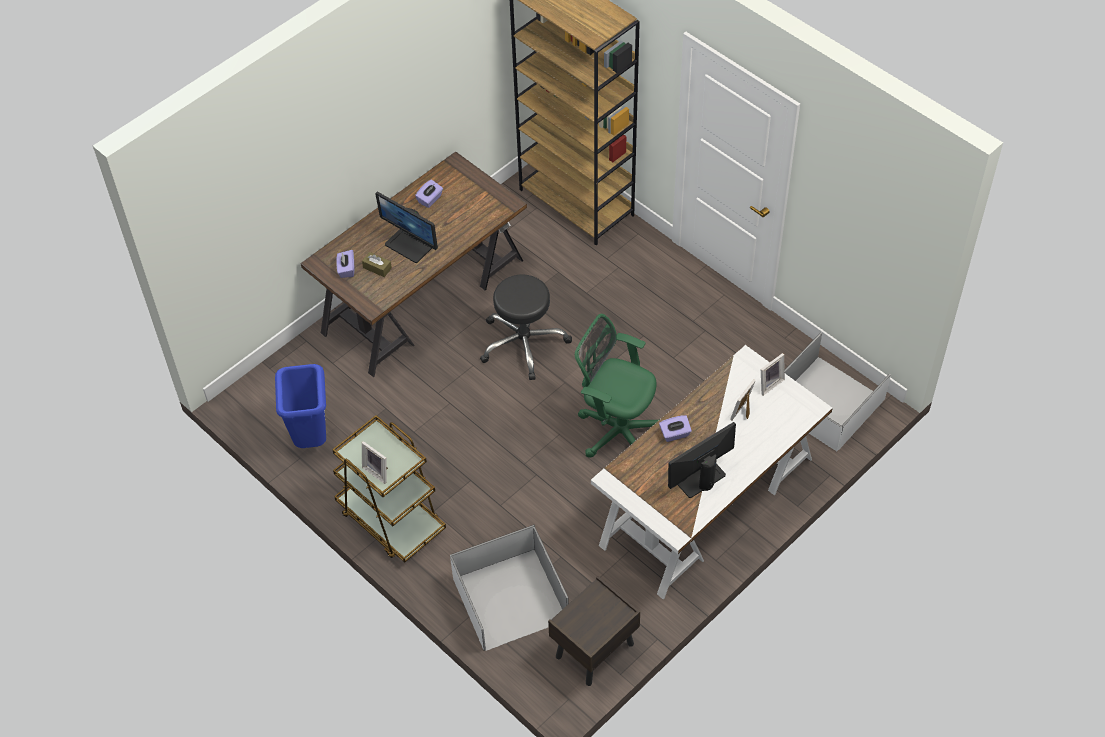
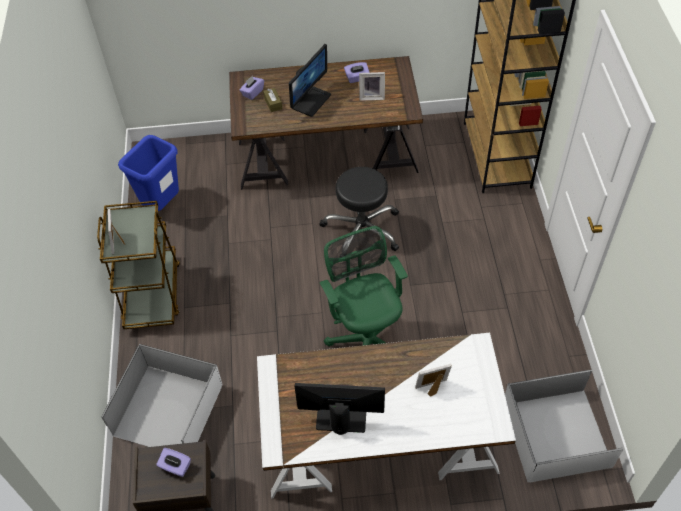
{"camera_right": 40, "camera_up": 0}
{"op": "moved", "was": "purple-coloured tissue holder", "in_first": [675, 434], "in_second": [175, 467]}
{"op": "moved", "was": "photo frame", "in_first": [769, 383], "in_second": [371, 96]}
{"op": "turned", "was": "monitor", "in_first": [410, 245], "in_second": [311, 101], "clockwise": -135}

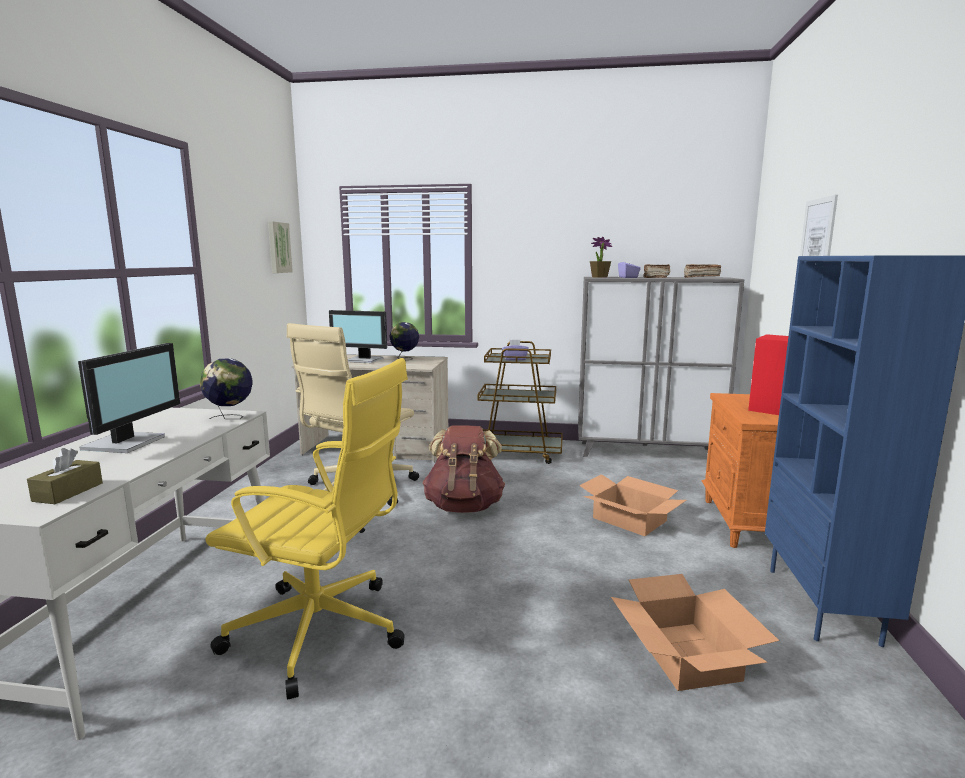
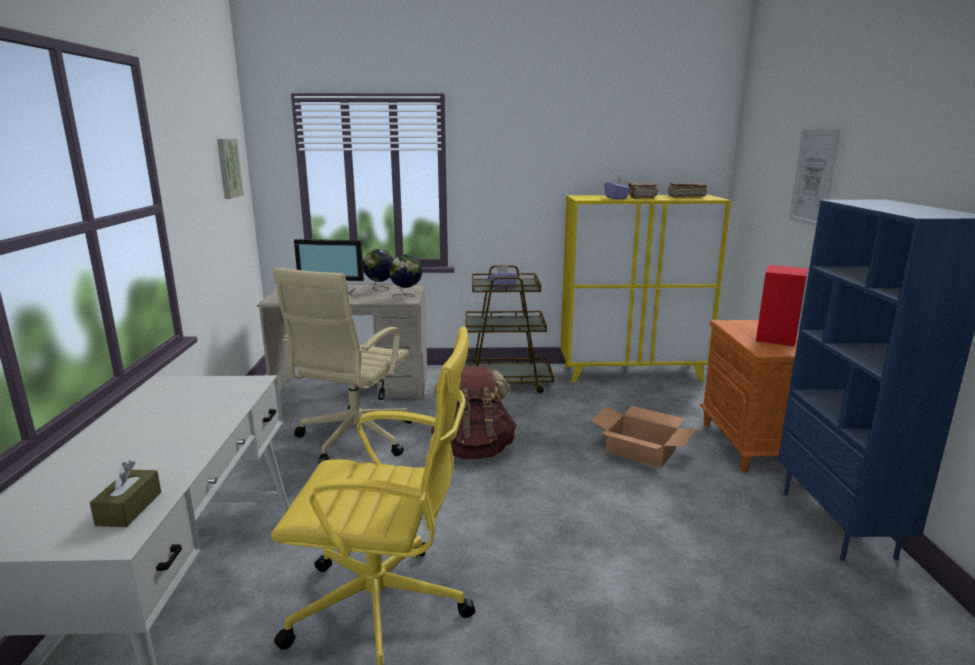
{"camera_right": -10, "camera_up": 5}
{"op": "removed", "was": "monitor", "in_first": [127, 443]}
{"op": "removed", "was": "plant in a pot", "in_first": [599, 277]}
{"op": "removed", "was": "carton", "in_first": [686, 655]}
{"op": "moved", "was": "globe", "in_first": [230, 418], "in_second": [406, 296]}
{"op": "recoloured", "was": "gray cabinet", "now": "yellow cabinet", "in_first": [647, 452], "in_second": [632, 373]}

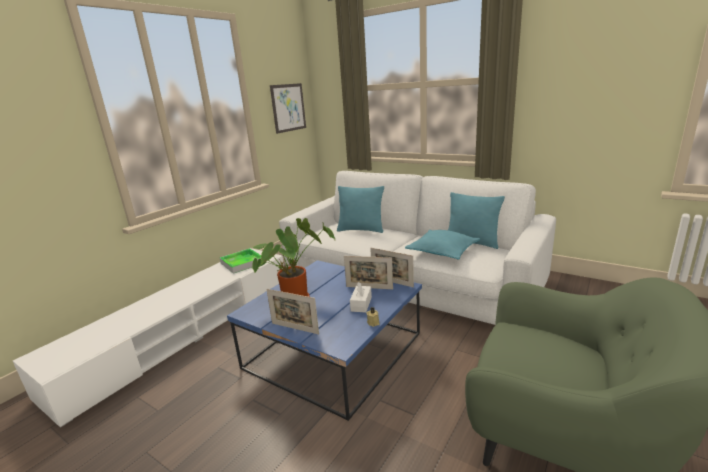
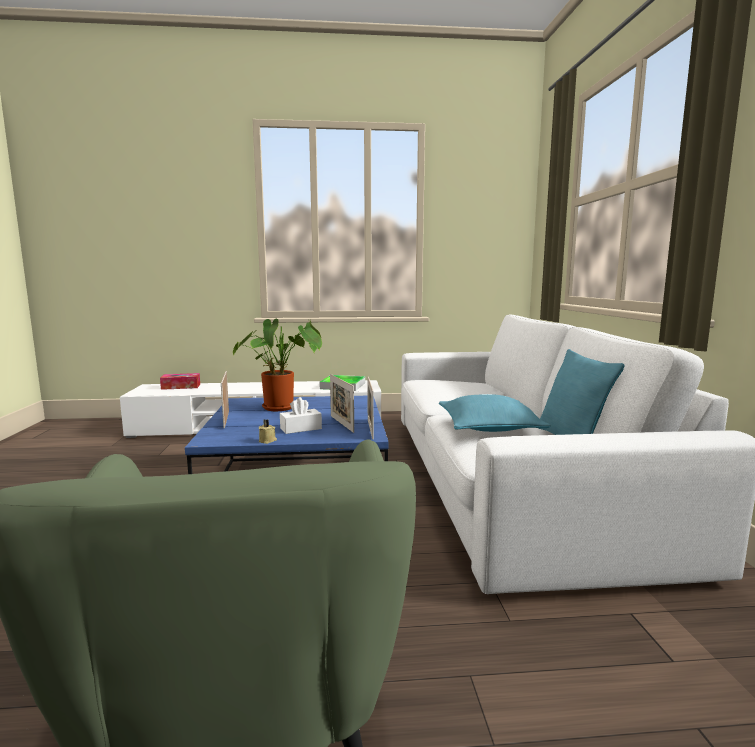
{"camera_right": 50, "camera_up": -10}
{"op": "removed", "was": "wall art", "in_first": [288, 107]}
{"op": "removed", "was": "blue-green cushion", "in_first": [361, 230]}
{"op": "added", "now": "tissue holder", "in_second": [181, 386]}

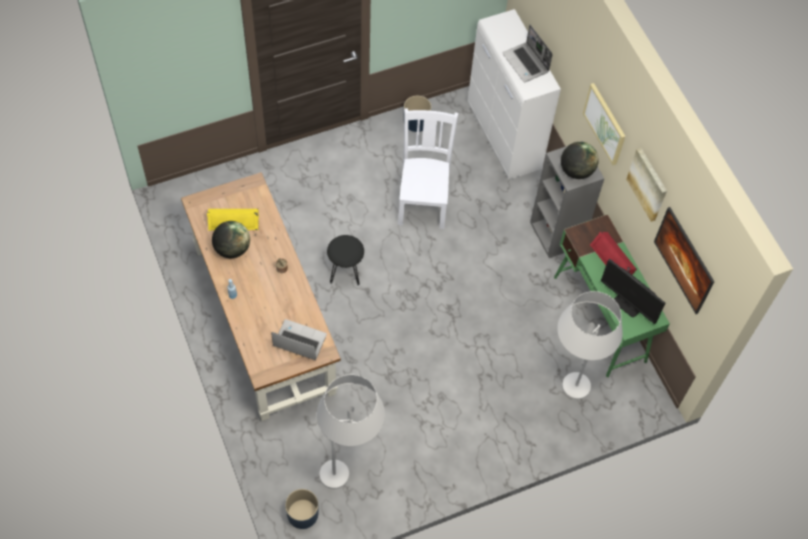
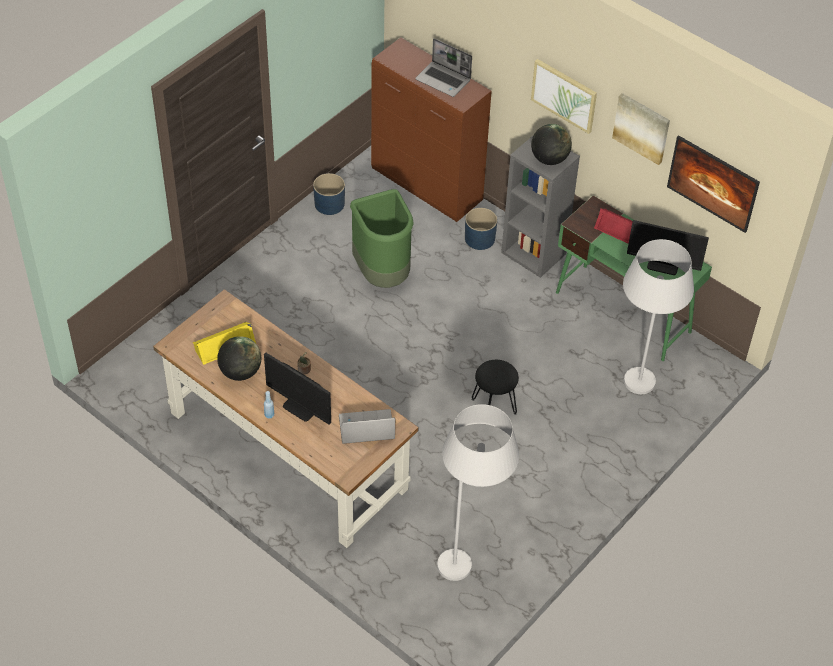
{"camera_right": -25, "camera_up": -10}
{"op": "added", "now": "monitor", "in_second": [300, 407]}
{"op": "moved", "was": "blue-coloured flower pot", "in_first": [302, 514], "in_second": [479, 239]}
{"op": "moved", "was": "black stool seat", "in_first": [346, 271], "in_second": [494, 406]}
{"op": "replaced", "was": "whitish chair", "now": "green-coloured waste bin", "in_first": [423, 201], "in_second": [383, 274]}
{"op": "recoloured", "was": "whitish cabinet", "now": "brown-coloured cabinet", "in_first": [504, 137], "in_second": [427, 186]}

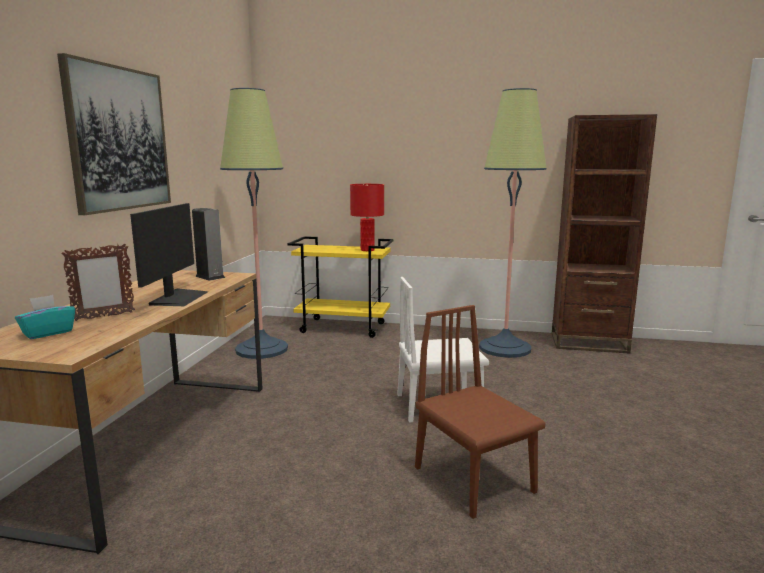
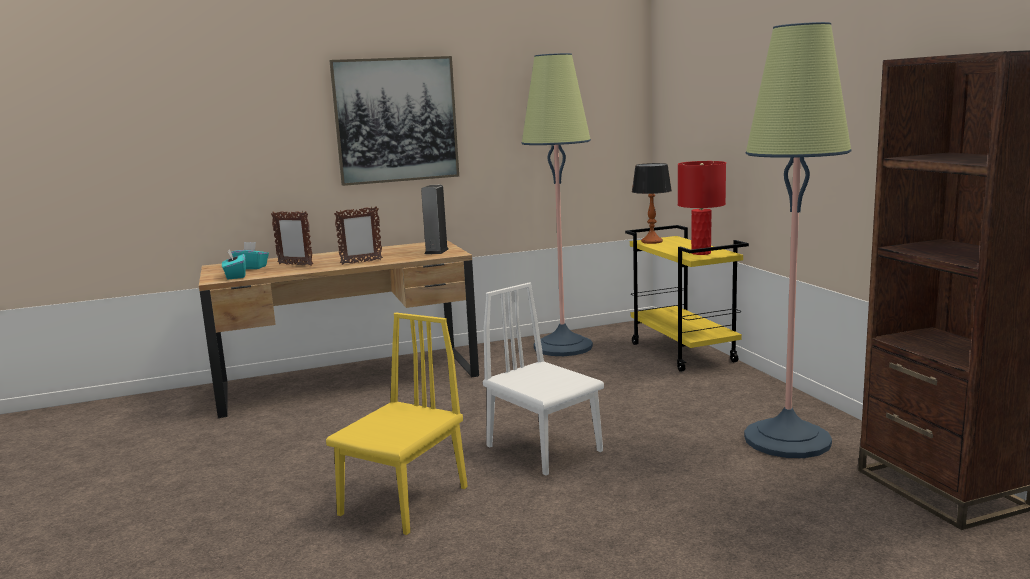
{"camera_right": 60, "camera_up": 0}
{"op": "added", "now": "blue-green tissue holder", "in_second": [235, 276]}
{"op": "added", "now": "table lamp", "in_second": [652, 241]}
{"op": "replaced", "was": "monitor", "now": "photo frame", "in_first": [178, 298], "in_second": [361, 262]}
{"op": "recoloured", "was": "brown-coloured chair", "now": "yellow chair", "in_first": [473, 479], "in_second": [404, 501]}

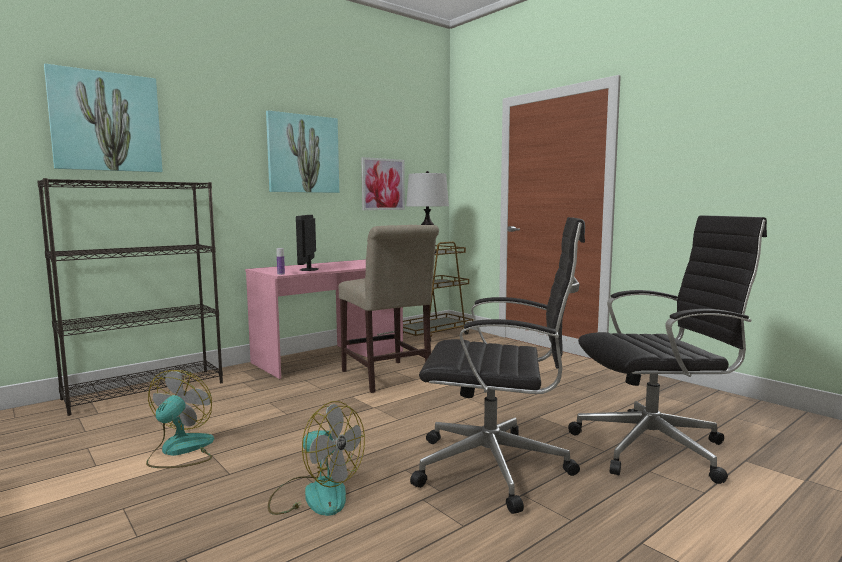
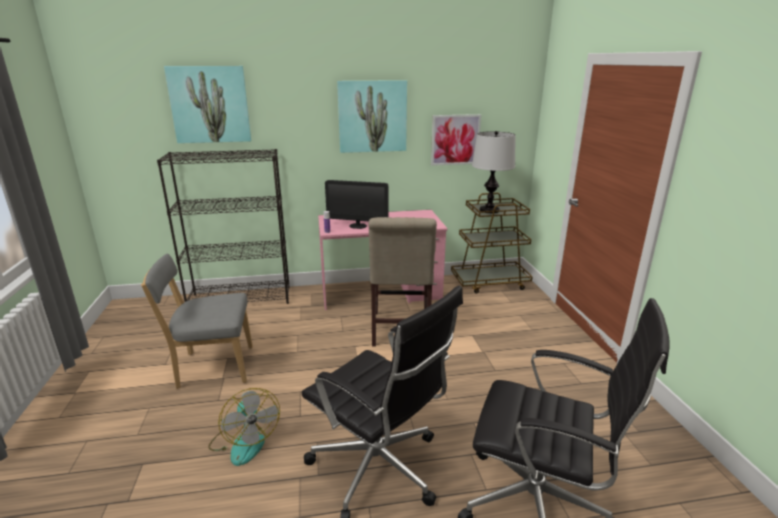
{"camera_right": 30, "camera_up": 15}
{"op": "replaced", "was": "cooling fan", "now": "gray chair", "in_first": [180, 451], "in_second": [212, 367]}
{"op": "turned", "was": "monitor", "in_first": [309, 269], "in_second": [358, 226], "clockwise": -105}

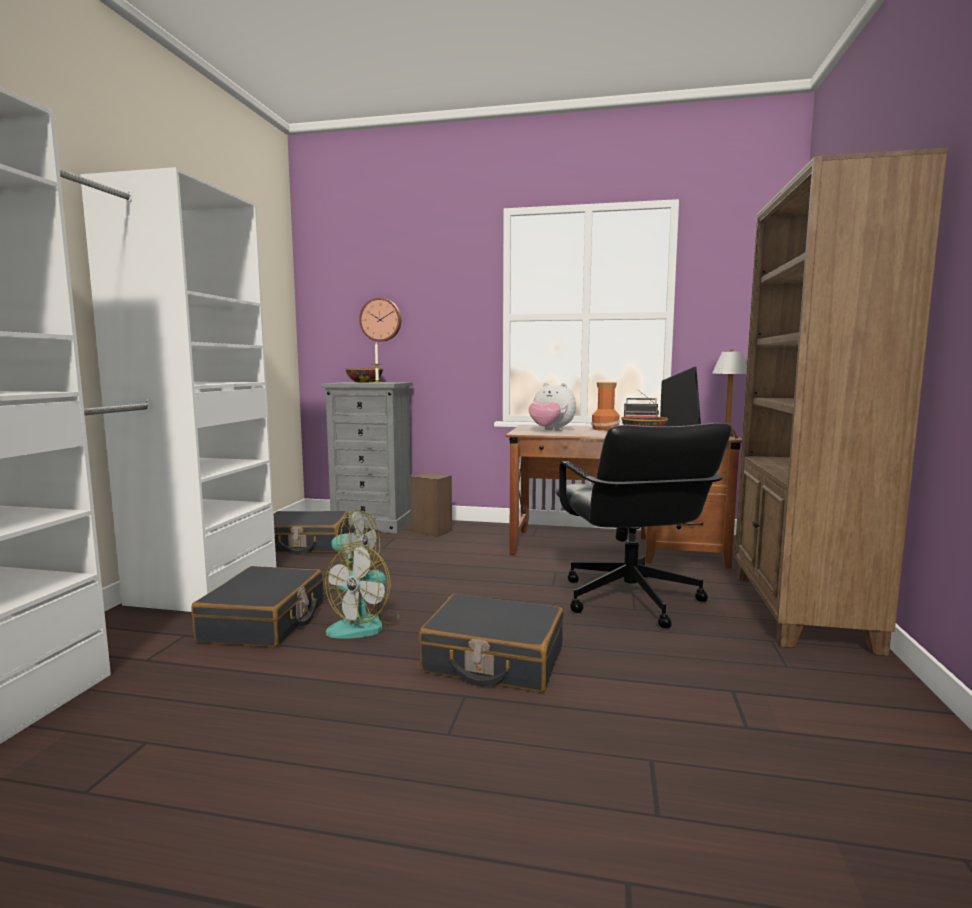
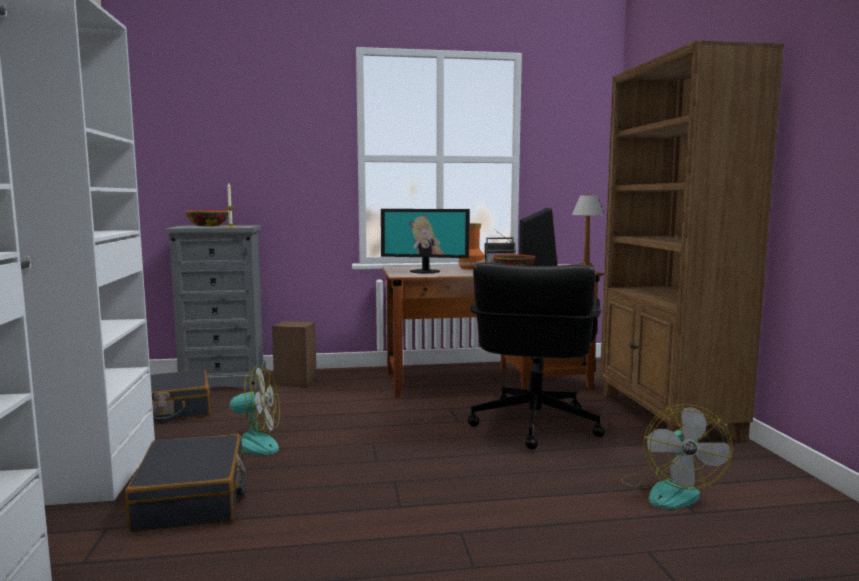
{"camera_right": -20, "camera_up": 0}
{"op": "removed", "was": "clock on the wall", "in_first": [381, 320]}
{"op": "removed", "was": "black suitcase", "in_first": [493, 660]}
{"op": "moved", "was": "cooling fan", "in_first": [365, 625], "in_second": [670, 490]}
{"op": "replaced", "was": "plush toy", "now": "monitor", "in_first": [551, 430], "in_second": [425, 271]}
{"op": "turned", "was": "black office chair", "in_first": [629, 600], "in_second": [533, 425], "clockwise": 45}

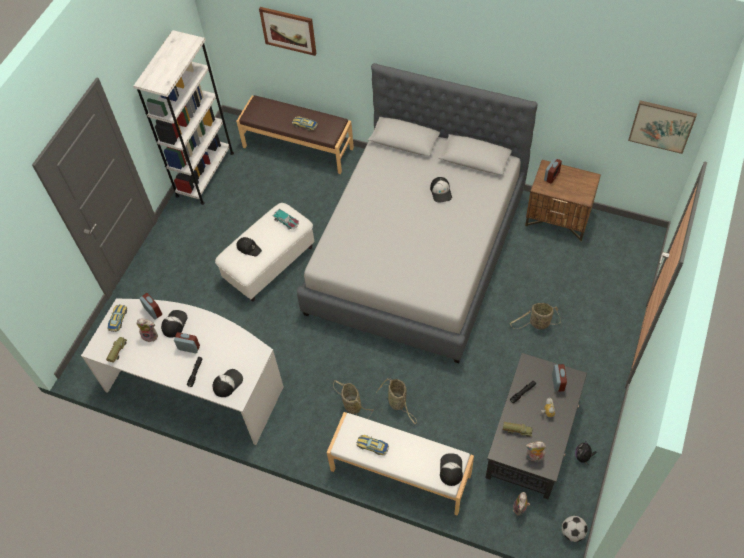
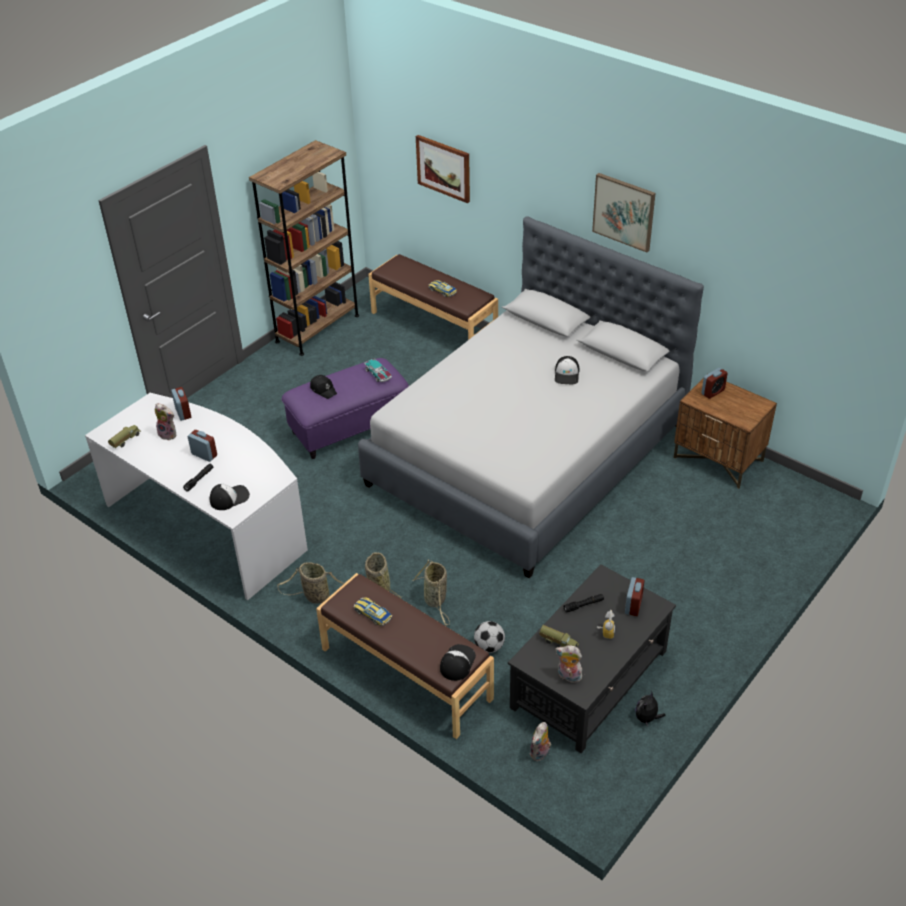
{"camera_right": 15, "camera_up": -15}
{"op": "removed", "was": "toy car", "in_first": [118, 319]}
{"op": "removed", "was": "baseball cap", "in_first": [174, 324]}
{"op": "moved", "was": "basket", "in_first": [538, 323], "in_second": [315, 596]}
{"op": "moved", "was": "football", "in_first": [572, 532], "in_second": [489, 647]}
{"op": "moved", "was": "wall art", "in_first": [661, 126], "in_second": [624, 211]}
{"op": "recoloured", "was": "whitish shelving unit", "now": "brown-coloured shelving unit", "in_first": [205, 174], "in_second": [317, 328]}
{"op": "recoloured", "was": "whitish footrest", "now": "purple-coloured footrest", "in_first": [269, 263], "in_second": [349, 427]}
{"op": "recoloured", "was": "whitish indoor bench", "now": "brown-coloured indoor bench", "in_first": [400, 473], "in_second": [405, 674]}

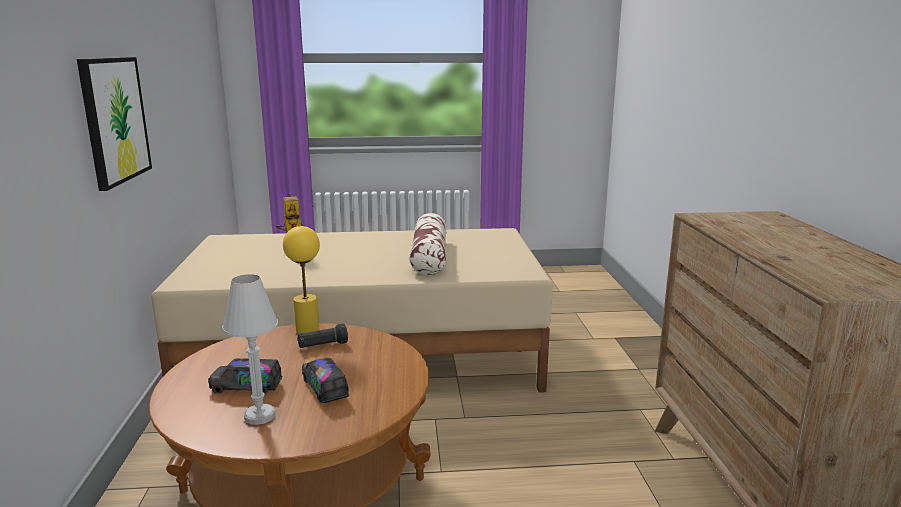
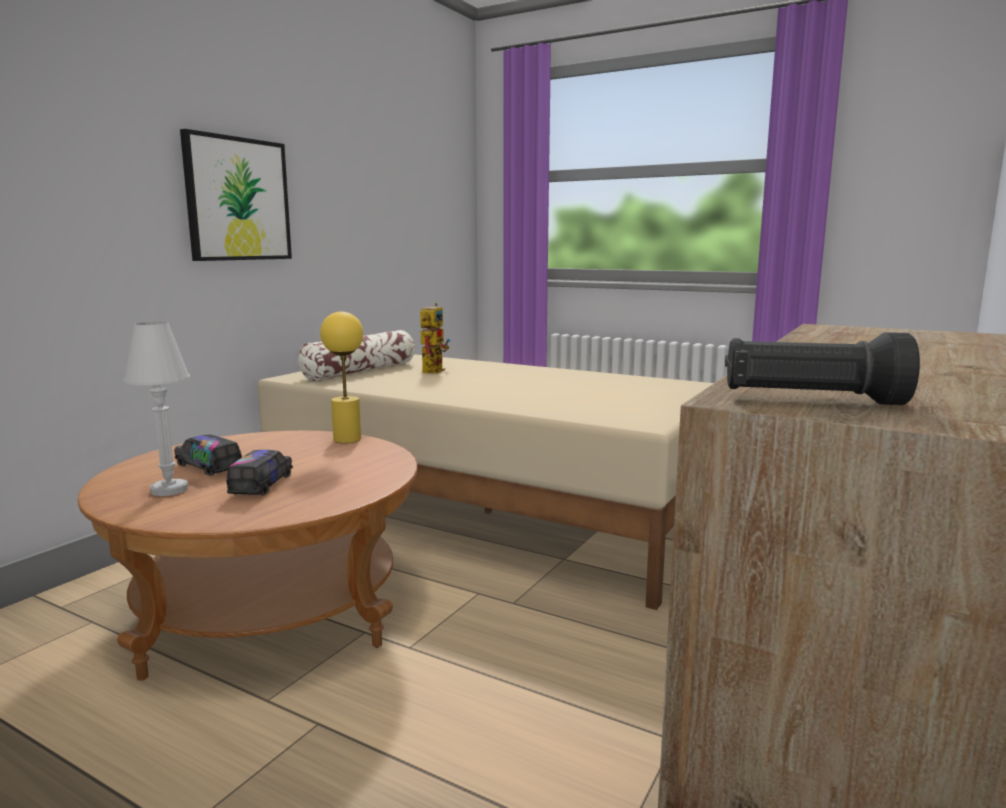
{"camera_right": 35, "camera_up": -5}
{"op": "moved", "was": "black torch", "in_first": [322, 346], "in_second": [811, 400]}
{"op": "moved", "was": "cushion", "in_first": [429, 256], "in_second": [360, 371]}

